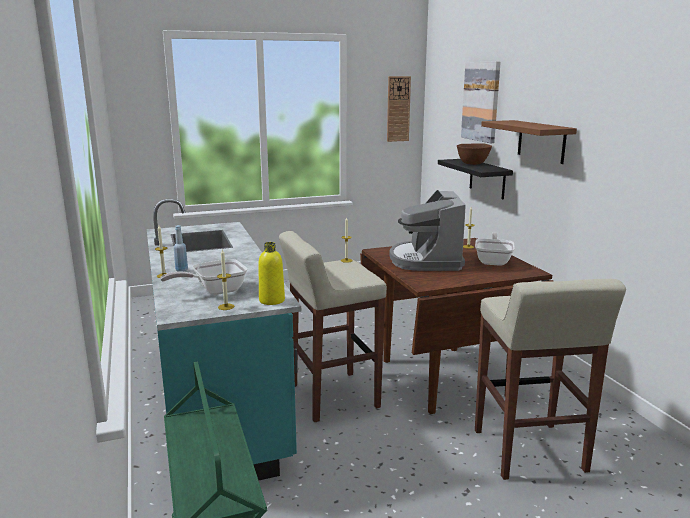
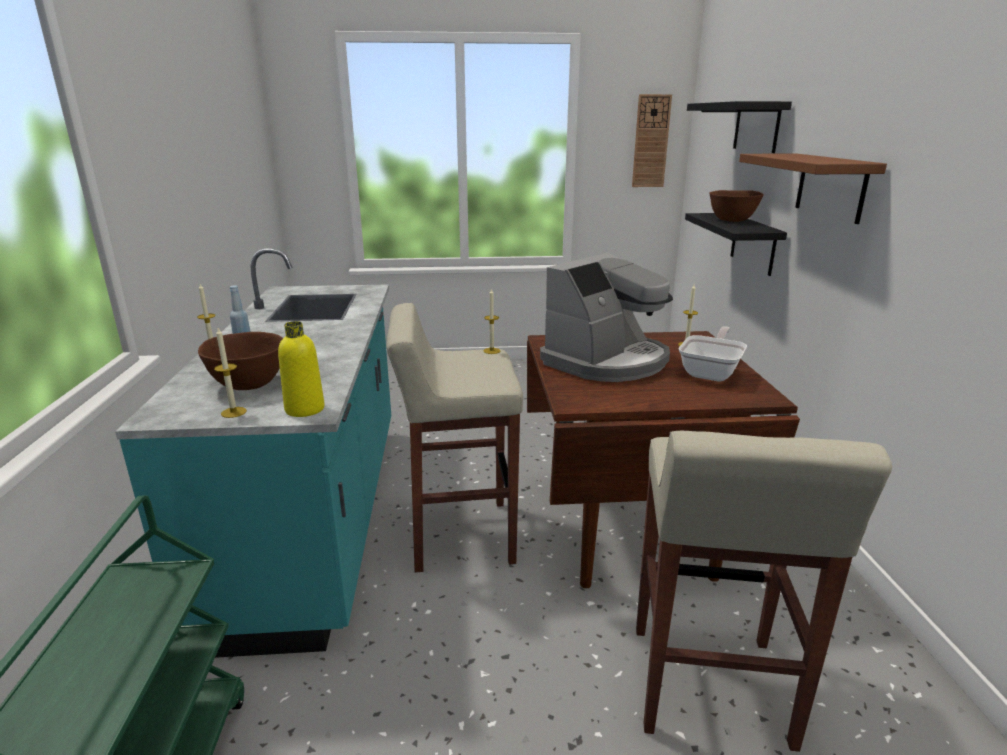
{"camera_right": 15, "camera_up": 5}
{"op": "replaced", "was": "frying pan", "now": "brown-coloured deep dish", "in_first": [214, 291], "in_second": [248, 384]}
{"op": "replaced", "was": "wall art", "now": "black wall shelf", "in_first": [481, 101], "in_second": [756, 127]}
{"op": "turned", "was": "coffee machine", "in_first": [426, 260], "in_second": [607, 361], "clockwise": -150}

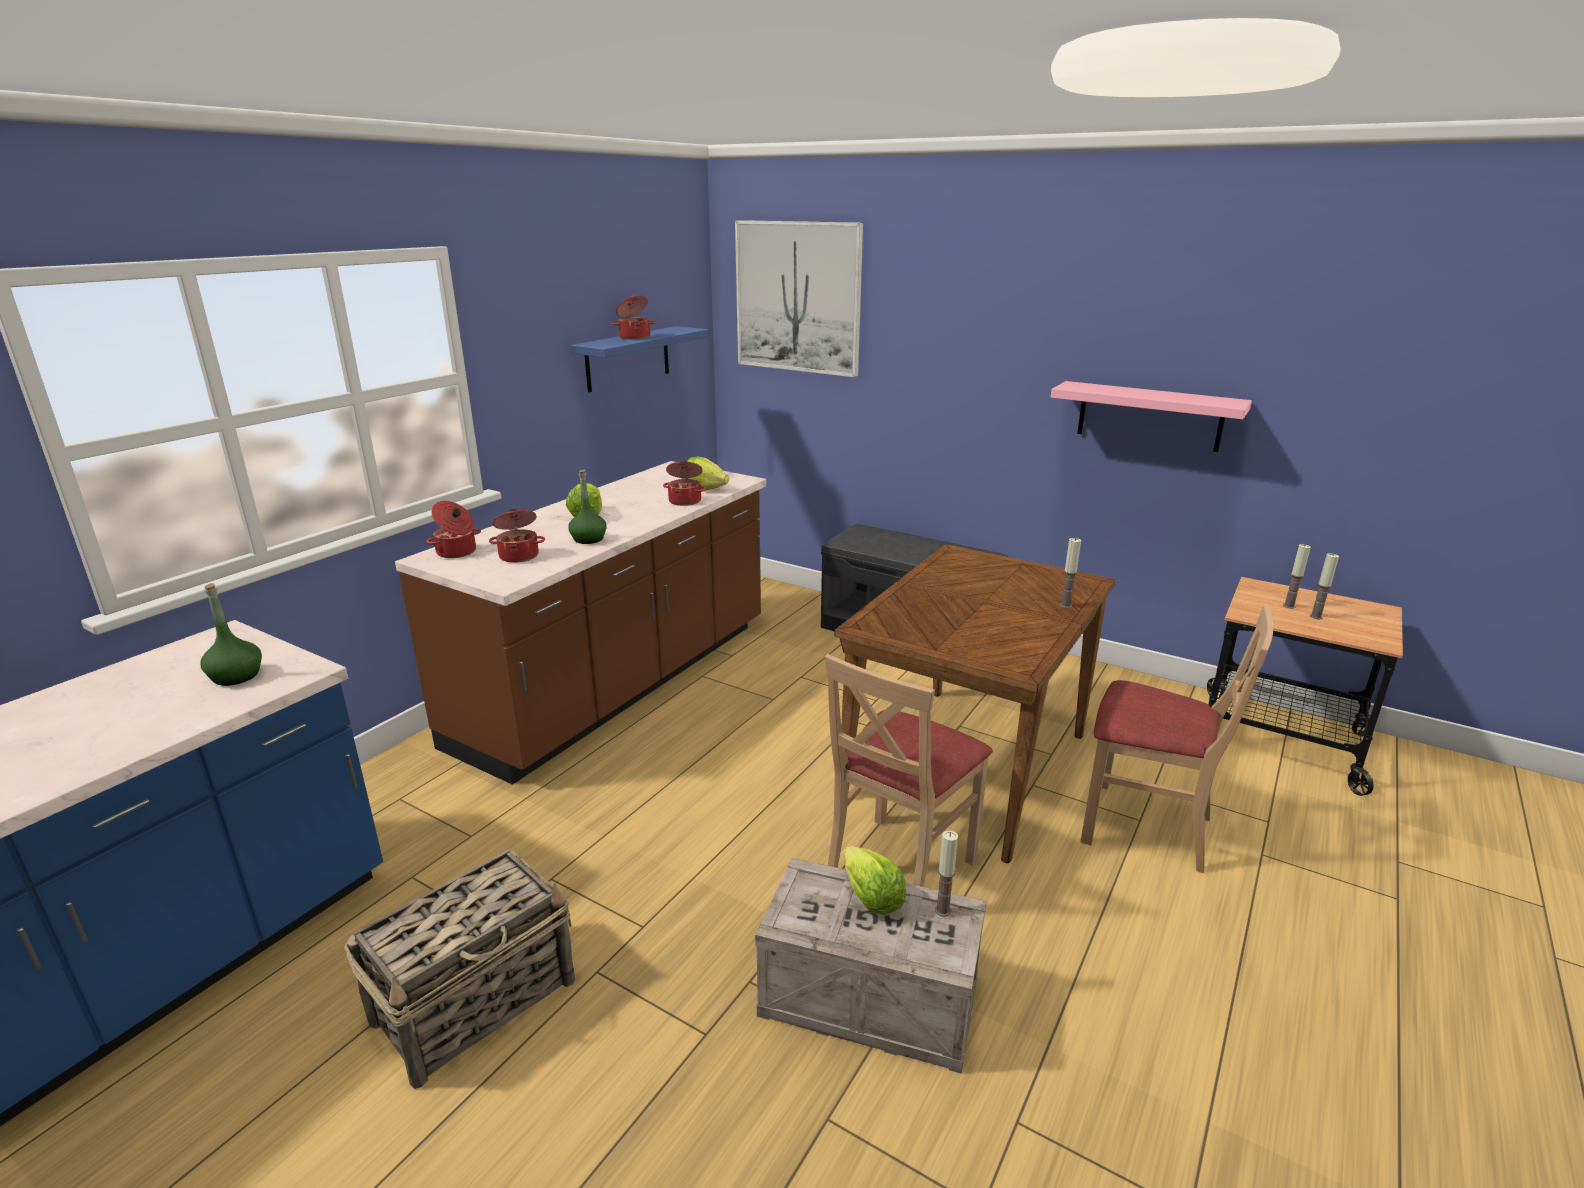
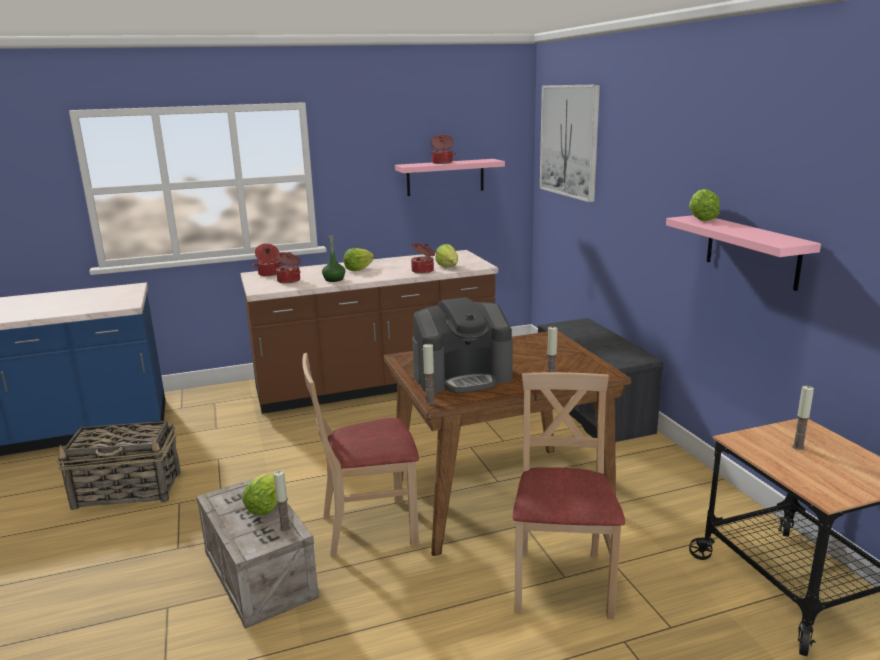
{"camera_right": 40, "camera_up": -5}
{"op": "removed", "was": "green-coloured drink bottle", "in_first": [236, 676]}
{"op": "added", "now": "coffee machine", "in_second": [462, 376]}
{"op": "added", "now": "head of lettuce", "in_second": [701, 219]}
{"op": "moved", "was": "candle", "in_first": [1316, 616], "in_second": [429, 402]}
{"op": "recoloured", "was": "blue-coloured wall shelf", "now": "pink wall shelf", "in_first": [628, 358], "in_second": [445, 177]}
{"op": "turned", "was": "beige-coloured chair", "in_first": [1146, 827], "in_second": [561, 582], "clockwise": -150}

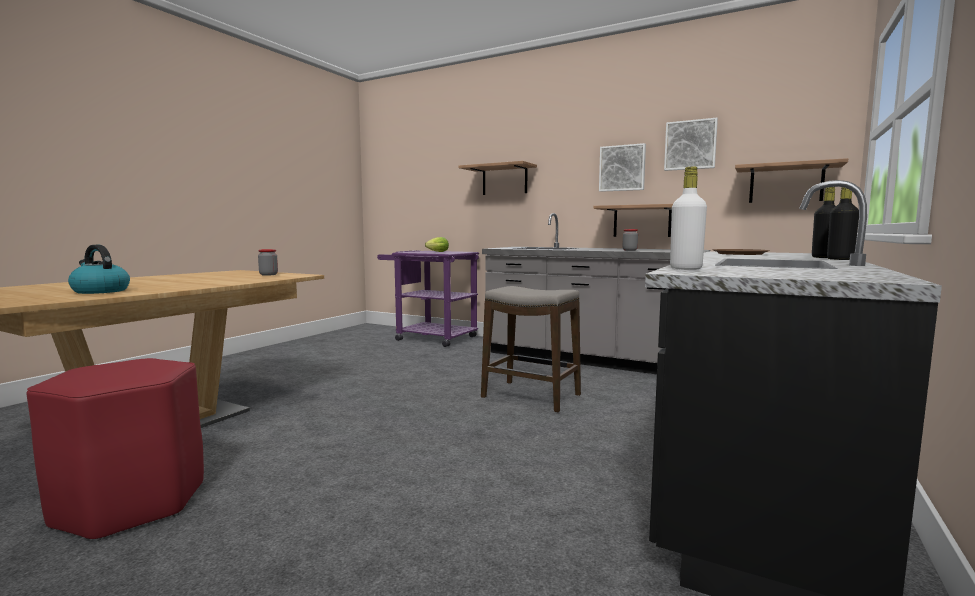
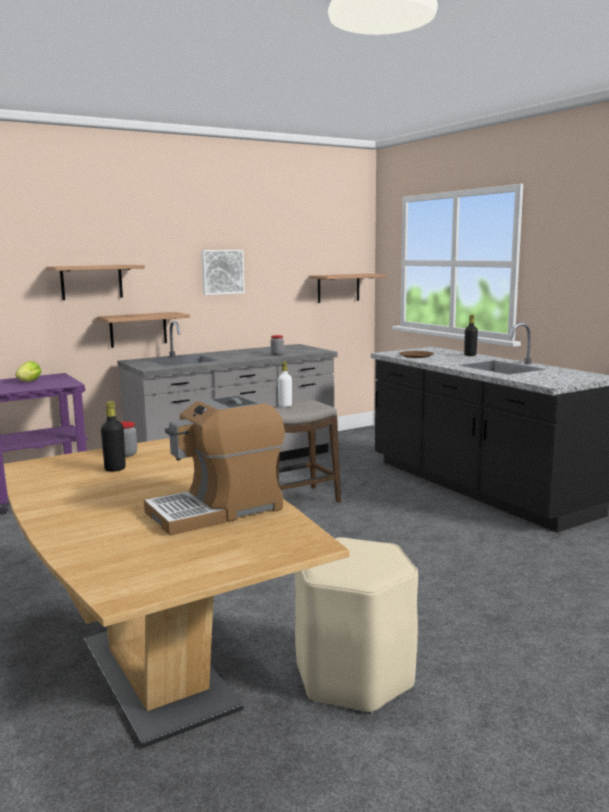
{"camera_right": -60, "camera_up": 5}
{"op": "removed", "was": "wall art", "in_first": [690, 145]}
{"op": "moved", "was": "wall shelf", "in_first": [642, 221], "in_second": [138, 329]}
{"op": "moved", "was": "whitish drink bottle", "in_first": [685, 269], "in_second": [285, 406]}
{"op": "moved", "was": "black drink bottle", "in_first": [840, 259], "in_second": [115, 469]}
{"op": "replaced", "was": "kettle", "now": "coffee machine", "in_first": [100, 291], "in_second": [217, 510]}
{"op": "recoloured", "was": "reddish stool seat", "now": "beige-coloured stool seat", "in_first": [131, 504], "in_second": [354, 676]}

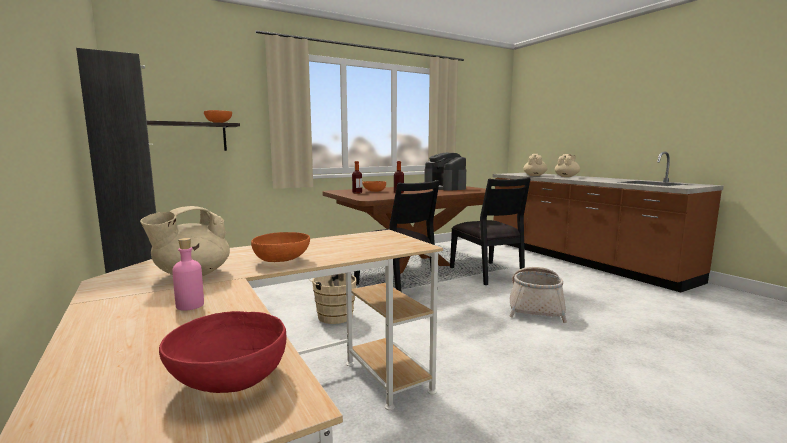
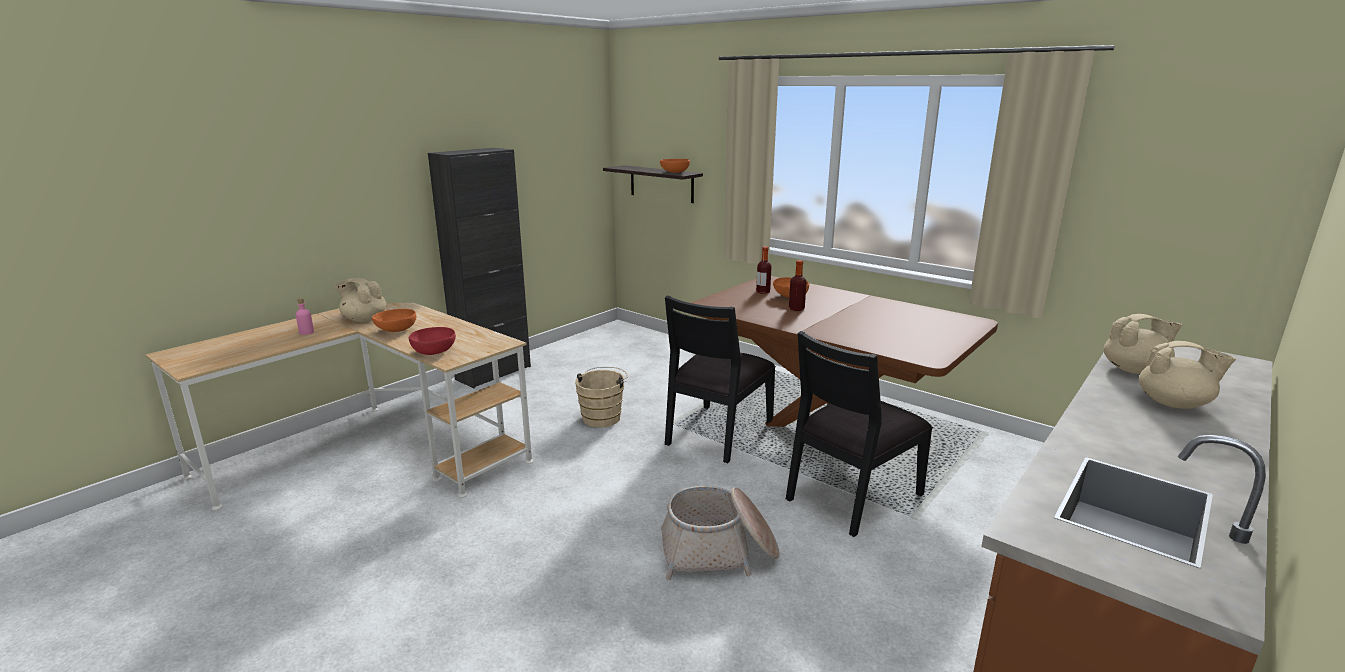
{"camera_right": 70, "camera_up": 10}
{"op": "removed", "was": "coffee machine", "in_first": [445, 188]}
{"op": "moved", "was": "reddish deep dish", "in_first": [228, 379], "in_second": [434, 351]}

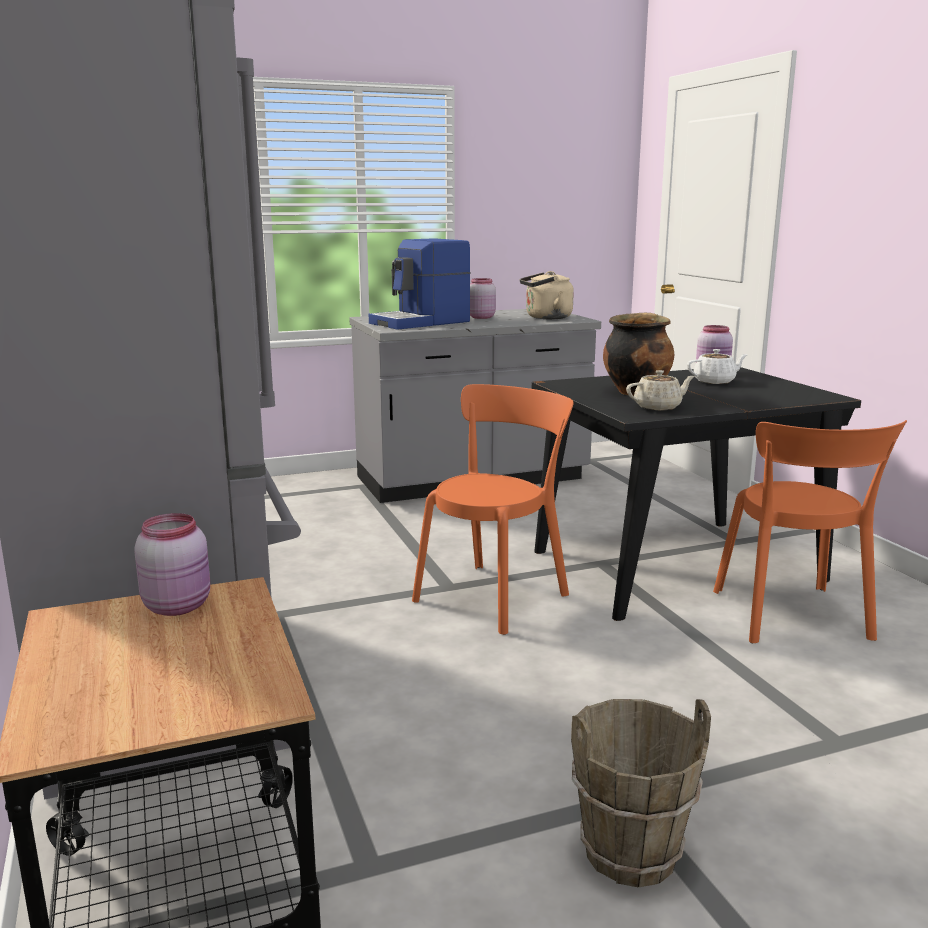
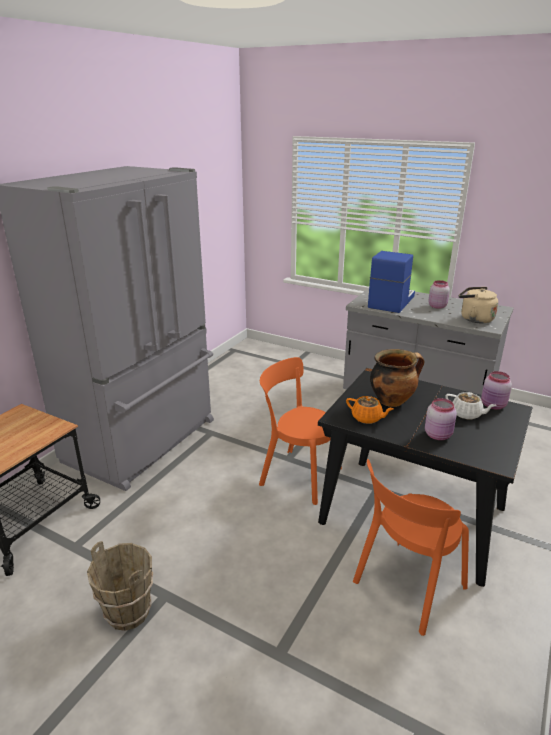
{"camera_right": 50, "camera_up": 10}
{"op": "moved", "was": "pink preserve jar", "in_first": [179, 605], "in_second": [438, 435]}
{"op": "recoloured", "was": "beige-coloured tea pot", "now": "orange-coloured tea pot", "in_first": [658, 407], "in_second": [367, 418]}
{"op": "turned", "was": "coffee machine", "in_first": [421, 322], "in_second": [390, 302], "clockwise": 105}
{"op": "turned", "was": "orange-coloured chair", "in_first": [495, 595], "in_second": [297, 474], "clockwise": -150}

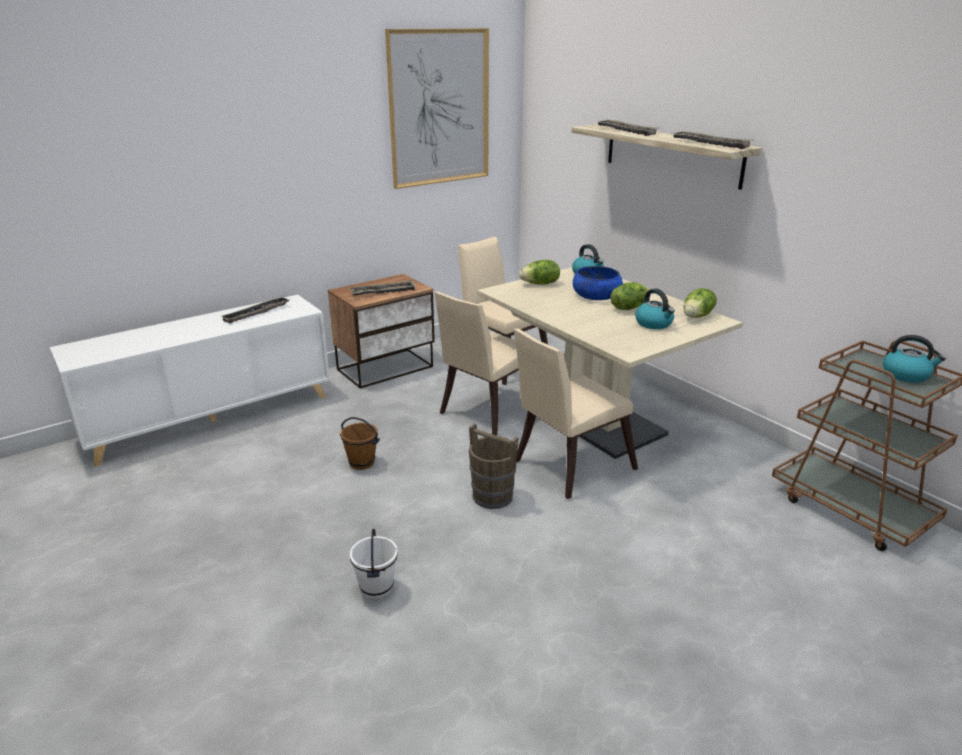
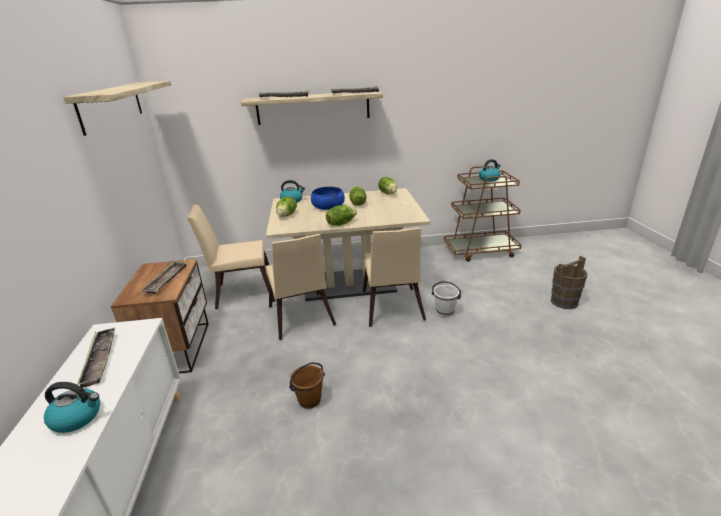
{"camera_right": -60, "camera_up": 0}
{"op": "added", "now": "head of lettuce", "in_second": [341, 224]}
{"op": "moved", "was": "whitish water bucket", "in_first": [376, 588], "in_second": [445, 312]}
{"op": "moved", "was": "brown-coloured water bucket", "in_first": [492, 496], "in_second": [563, 302]}
{"op": "moved", "was": "kettle", "in_first": [654, 324], "in_second": [78, 417]}
{"op": "replaced", "was": "wall art", "now": "wall shelf", "in_first": [439, 108], "in_second": [111, 105]}

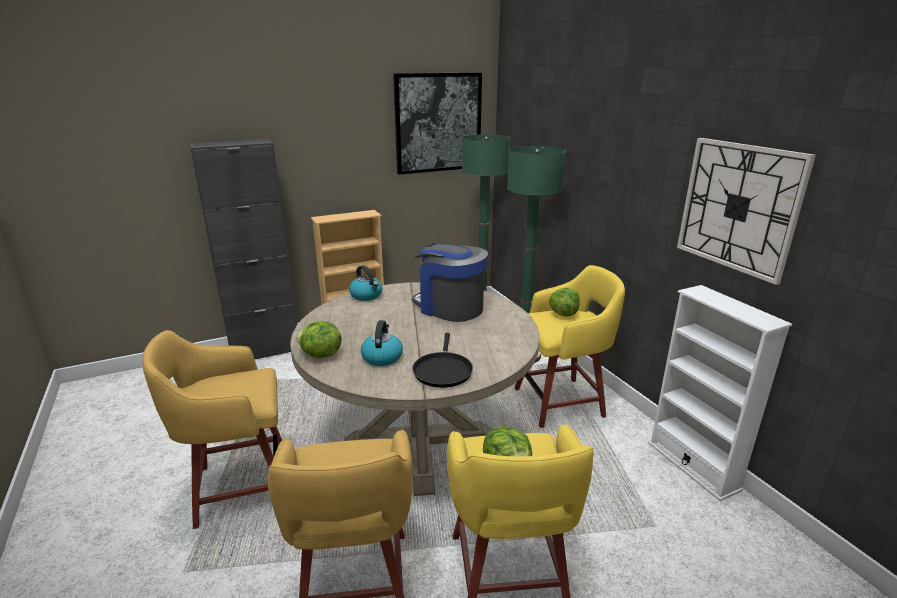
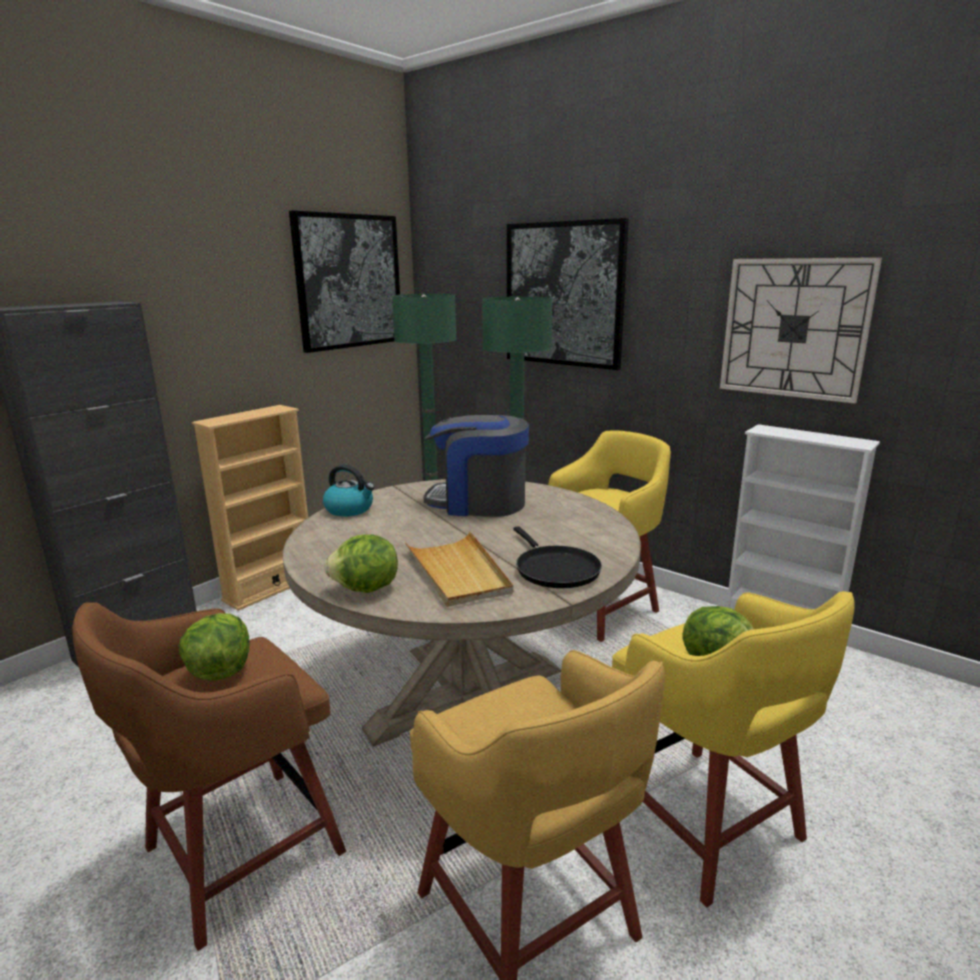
{"camera_right": -25, "camera_up": -5}
{"op": "added", "now": "wall art", "in_second": [564, 294]}
{"op": "moved", "was": "head of lettuce", "in_first": [563, 314], "in_second": [220, 671]}
{"op": "replaced", "was": "kettle", "now": "beige-coloured serving tray", "in_first": [382, 357], "in_second": [458, 572]}
{"op": "recoloured", "was": "yellow stool seat", "now": "brown-coloured stool seat", "in_first": [239, 487], "in_second": [237, 853]}

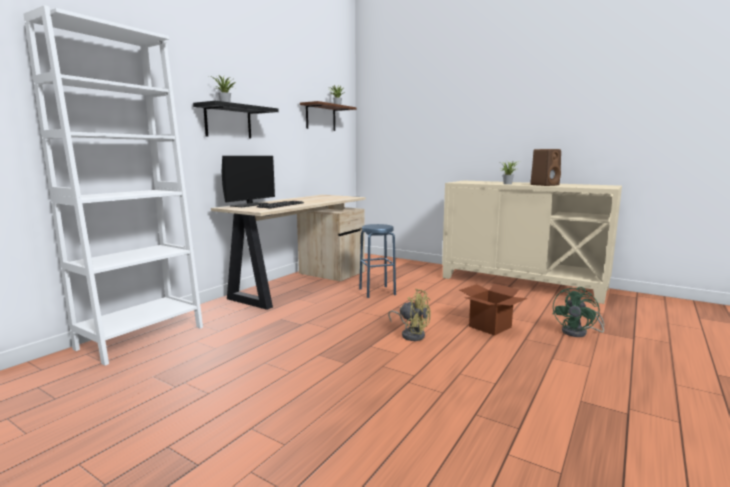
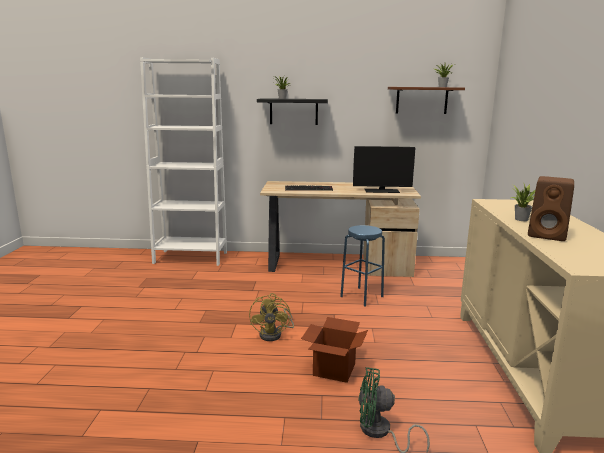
{"camera_right": 60, "camera_up": 5}
{"op": "moved", "was": "monitor", "in_first": [249, 205], "in_second": [381, 191]}

